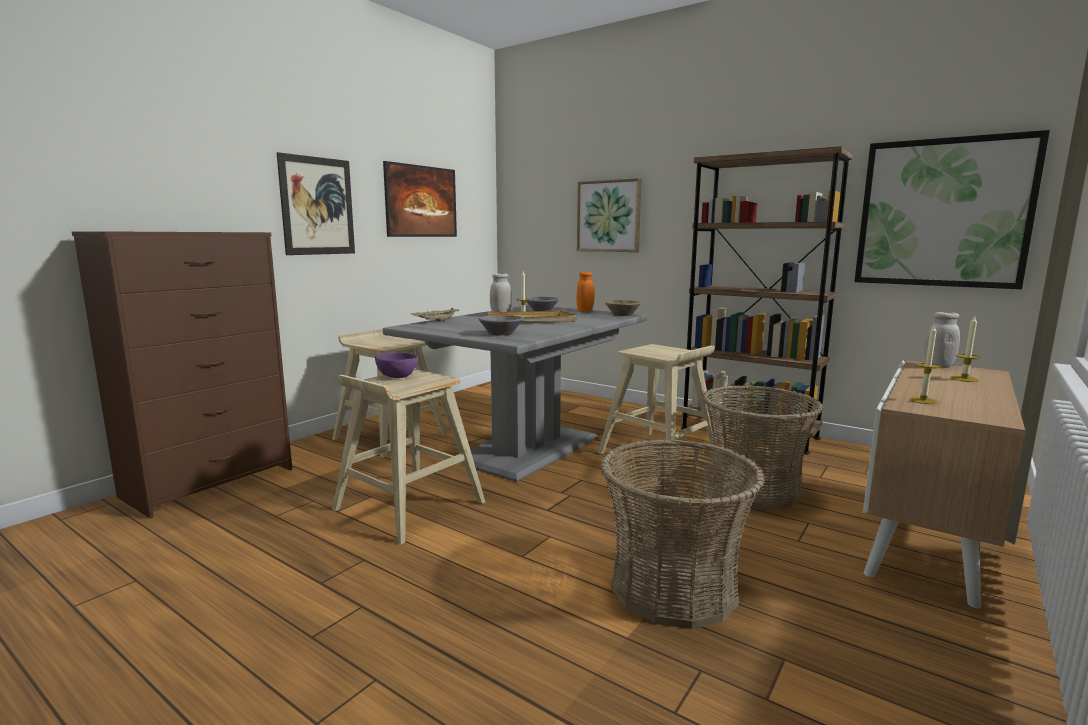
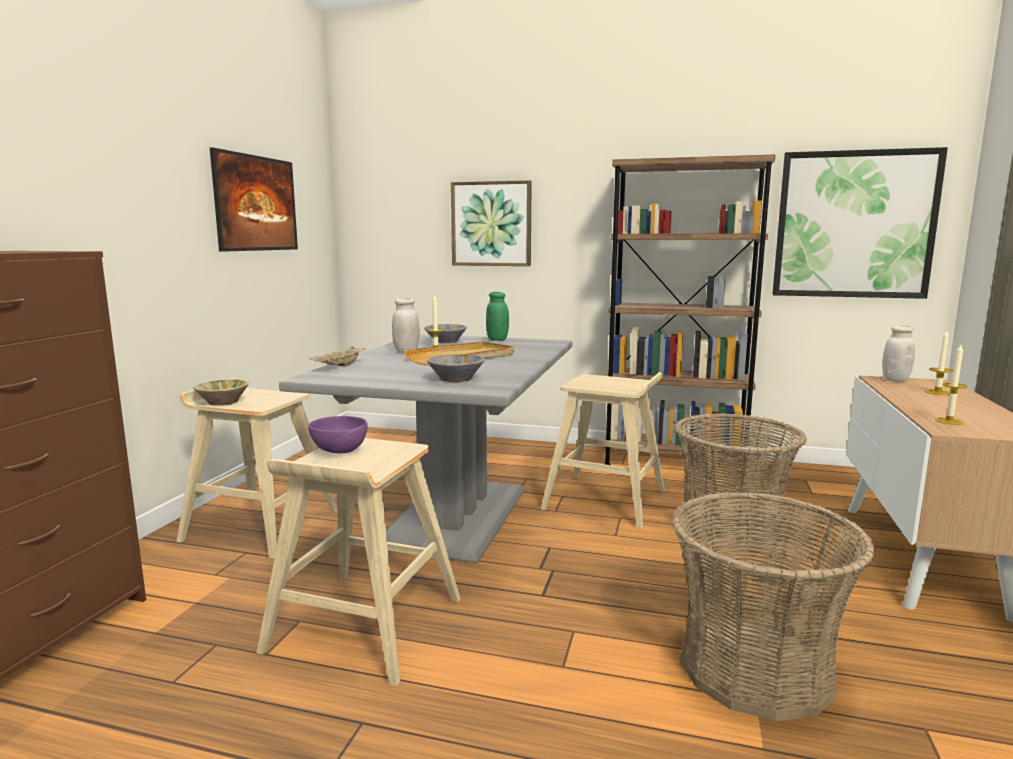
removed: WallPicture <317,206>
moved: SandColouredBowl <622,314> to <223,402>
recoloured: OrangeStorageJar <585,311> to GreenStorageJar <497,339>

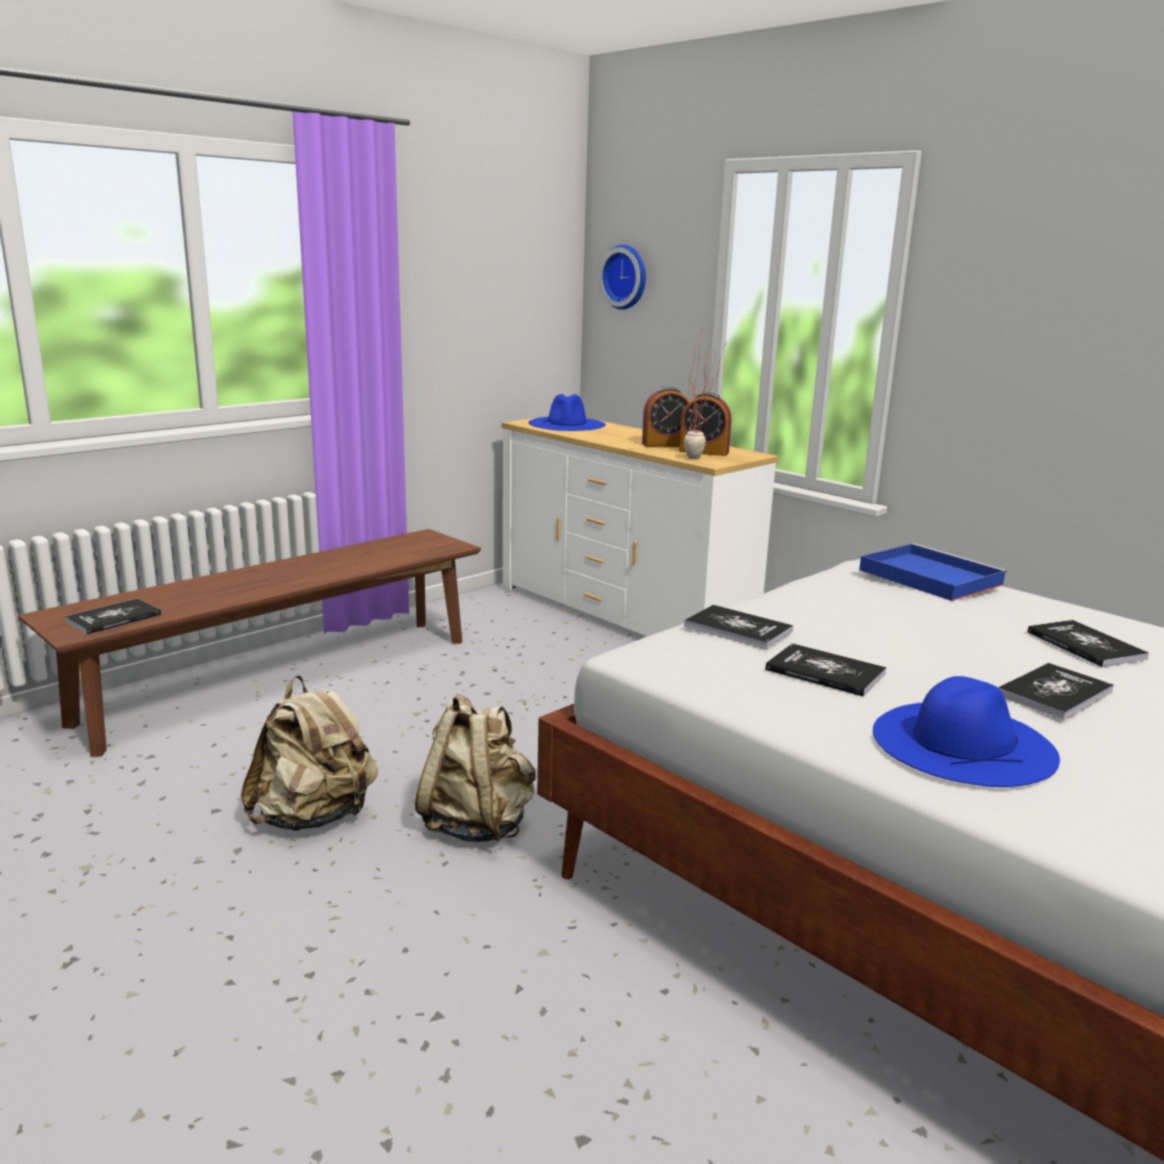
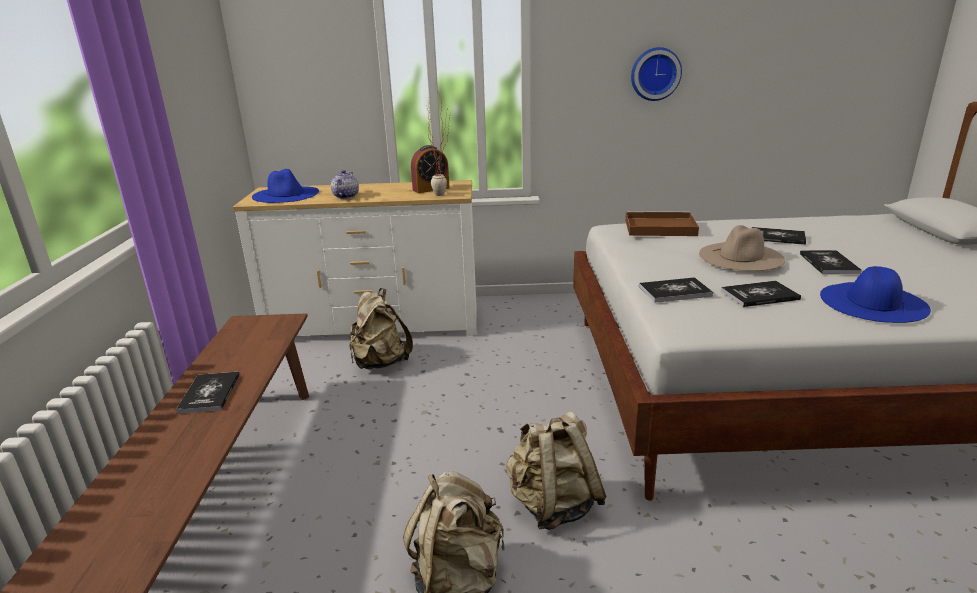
removed: AlarmClock <666,444>
added: PotForTea <345,196>; SandColouredRucksack <380,363>; SandColouredHat <741,256>
moved: Book <113,618> to <210,393>; WallClock <626,277> to <655,74>
recoloured: BluishServingTray <927,576> to BrownishServingTray <658,227>

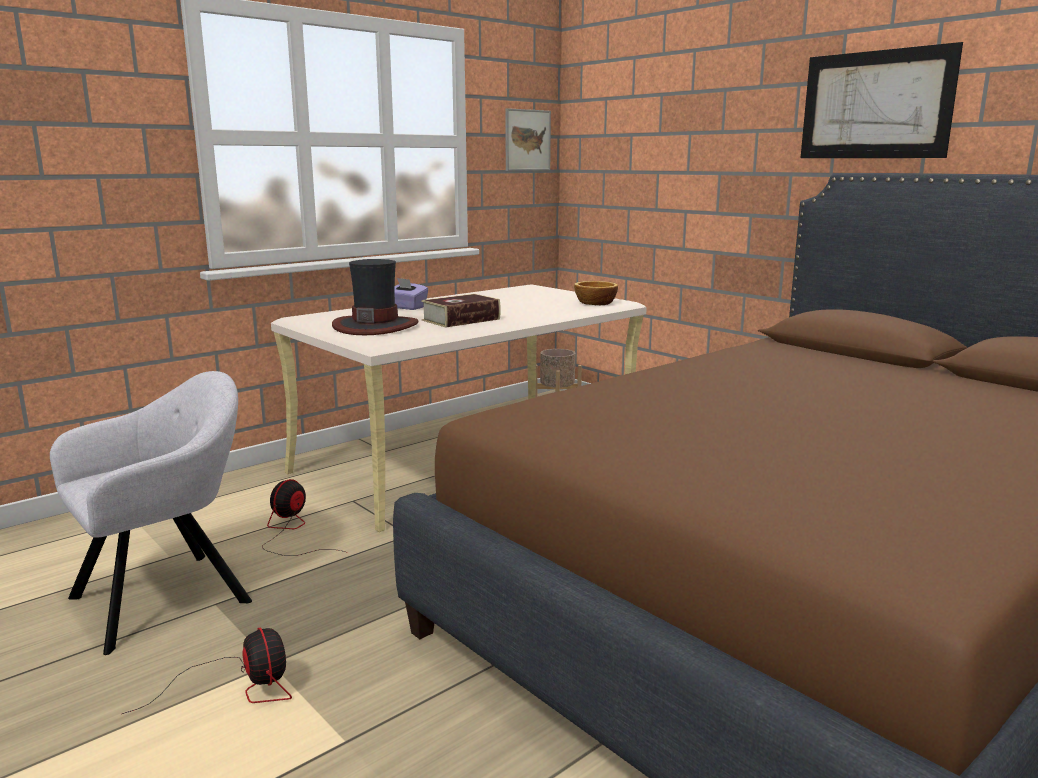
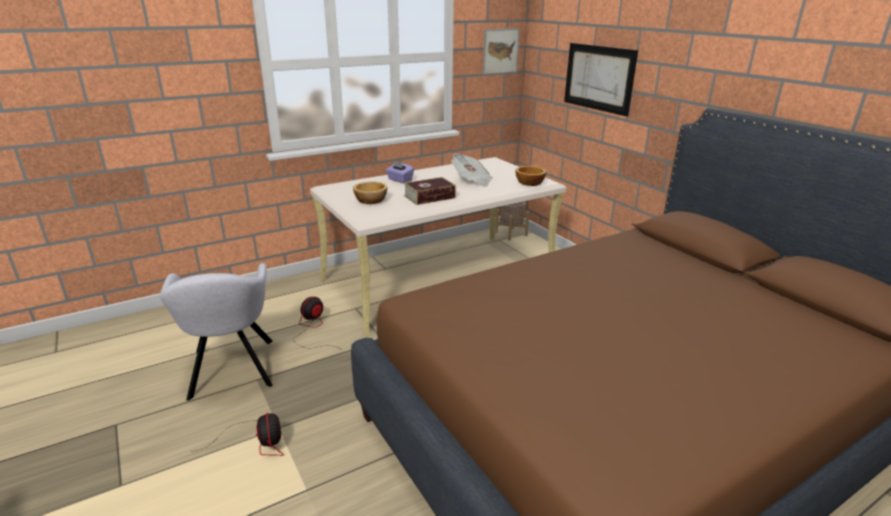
added: Newspaper <472,181>
moved: WallPicture <875,105> to <598,78>
replaced: Hat <375,326> to Bowl <371,200>
turned: GreyArmchair <168,596> = <232,371> 105 degrees clockwise

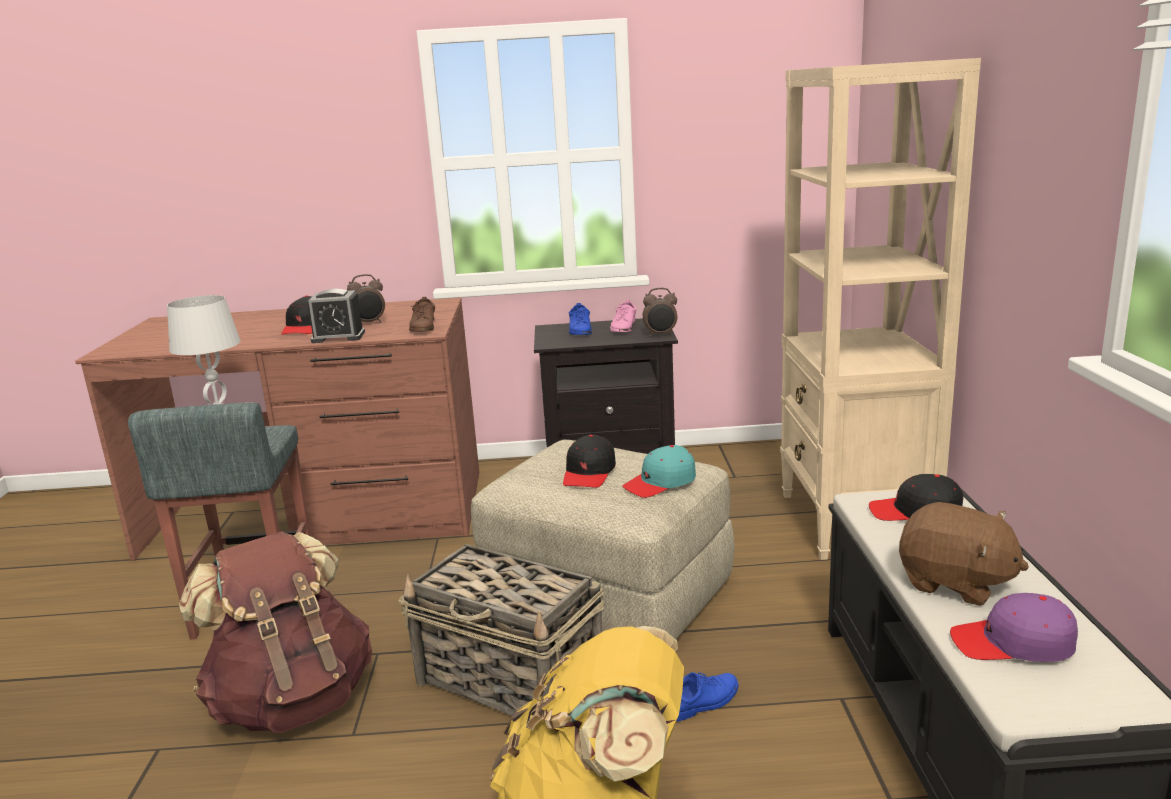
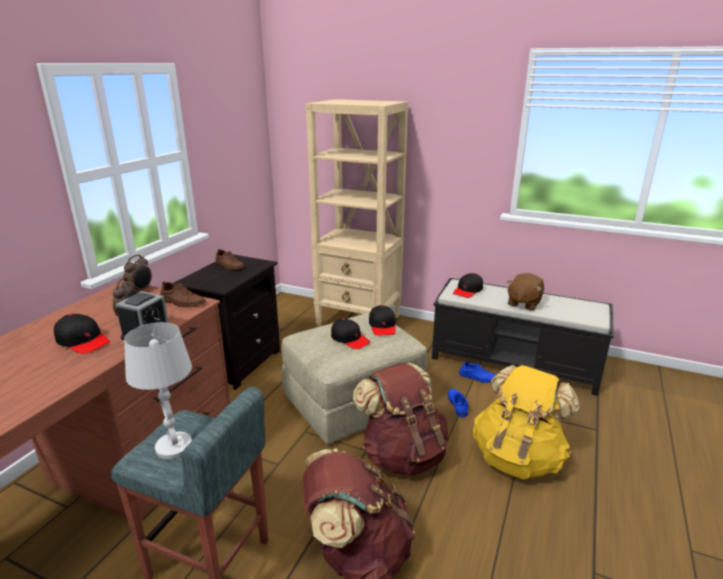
removed: PurplishBaseballCap <1013,644>
moved: BluishLowShoe <580,330> to <478,377>; AlarmClock <660,335> to <141,290>
replaced: HouseholdBasket <511,680> to BrownishRucksack <402,454>
recoloured: PinkishLowShoe <623,327> to BrownishLowShoe <229,265>; BlueGreenBaseballCap <660,483> to BlackishBaseballCap <382,326>
turned: BrownishPlushToy <955,583> = <523,303> 150 degrees clockwise

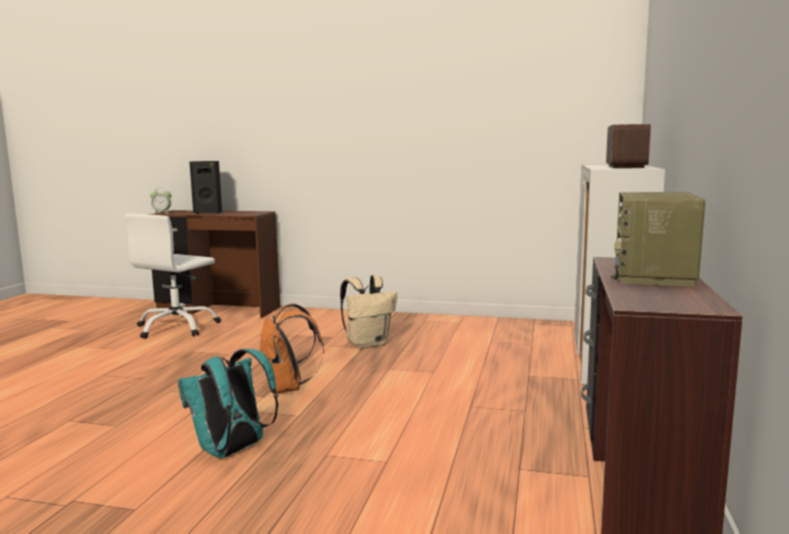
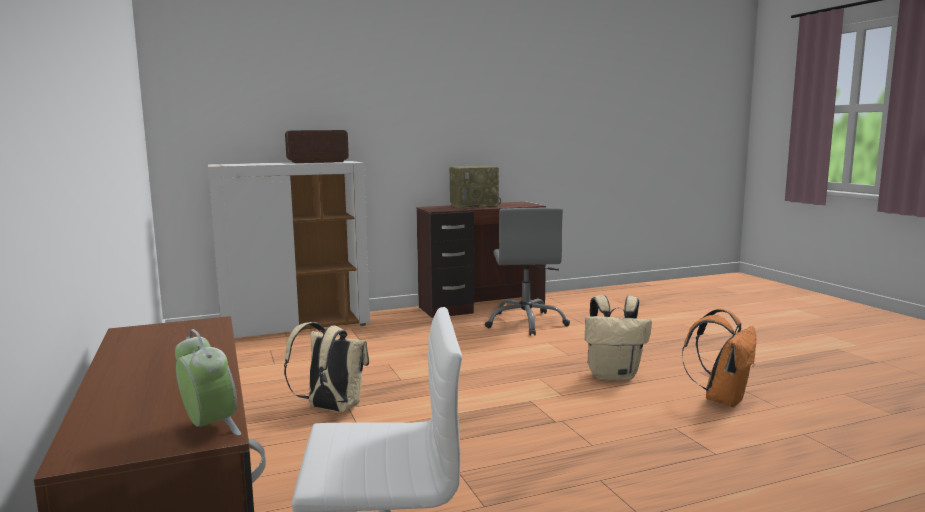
removed: BlackishSpeaker <209,212>
added: GreyComputerChair <526,323>
moved: OrangeRucksack <287,388> to <722,399>
recoloured: BlueGreenRucksack <232,451> to SandColouredRucksack <614,376>

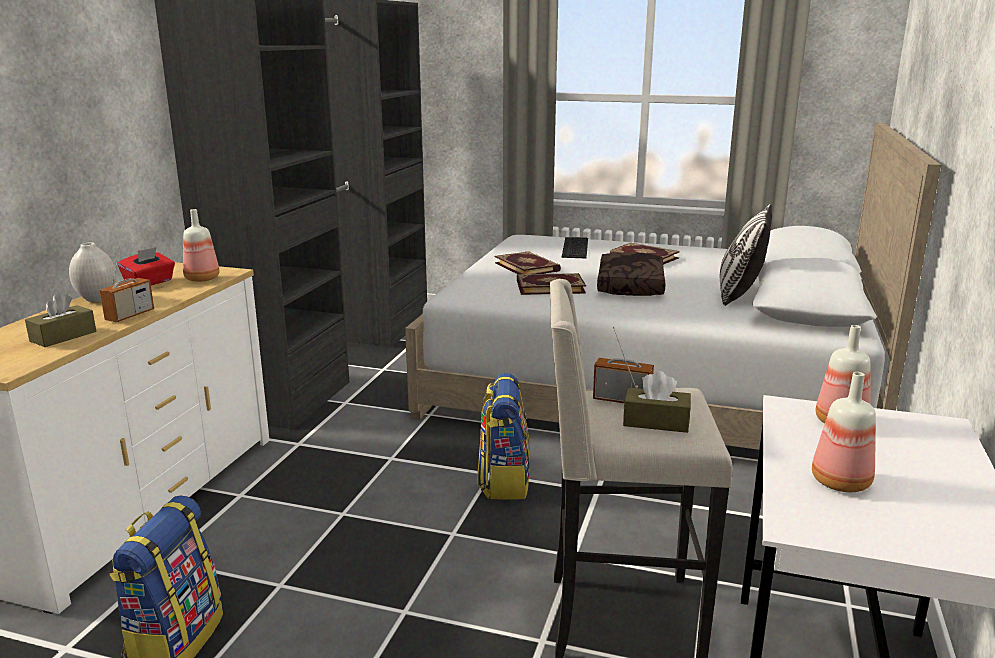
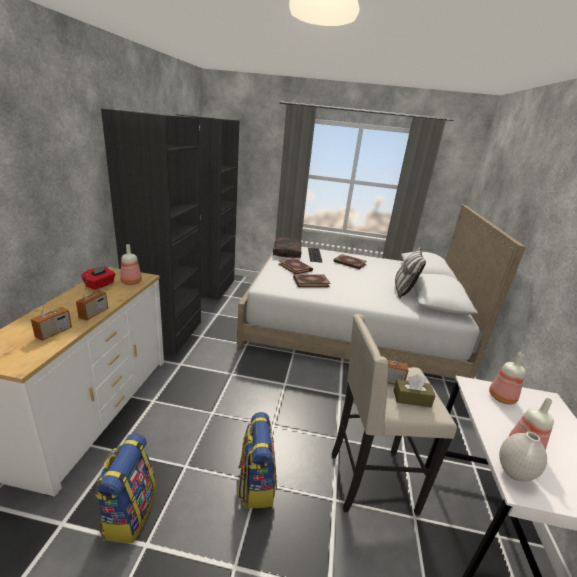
moved: WhiteColouredFlowerVase <98,299> to <513,473>; Rucksack <503,481> to <256,484>; BrownishThrowPillow <632,286> to <287,252>
replaced: BrownishTissueBox <63,336> to Radio <54,333>

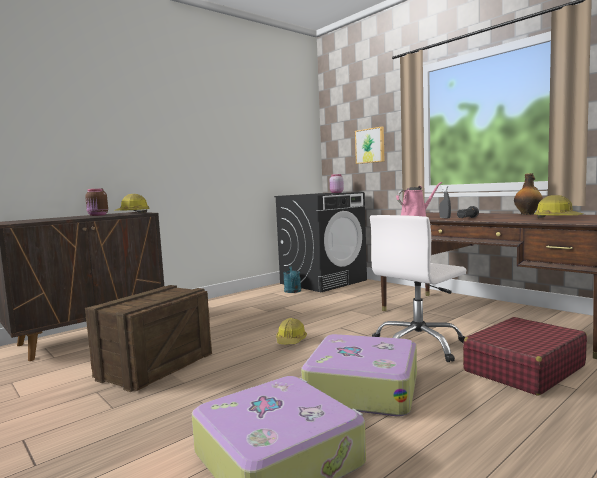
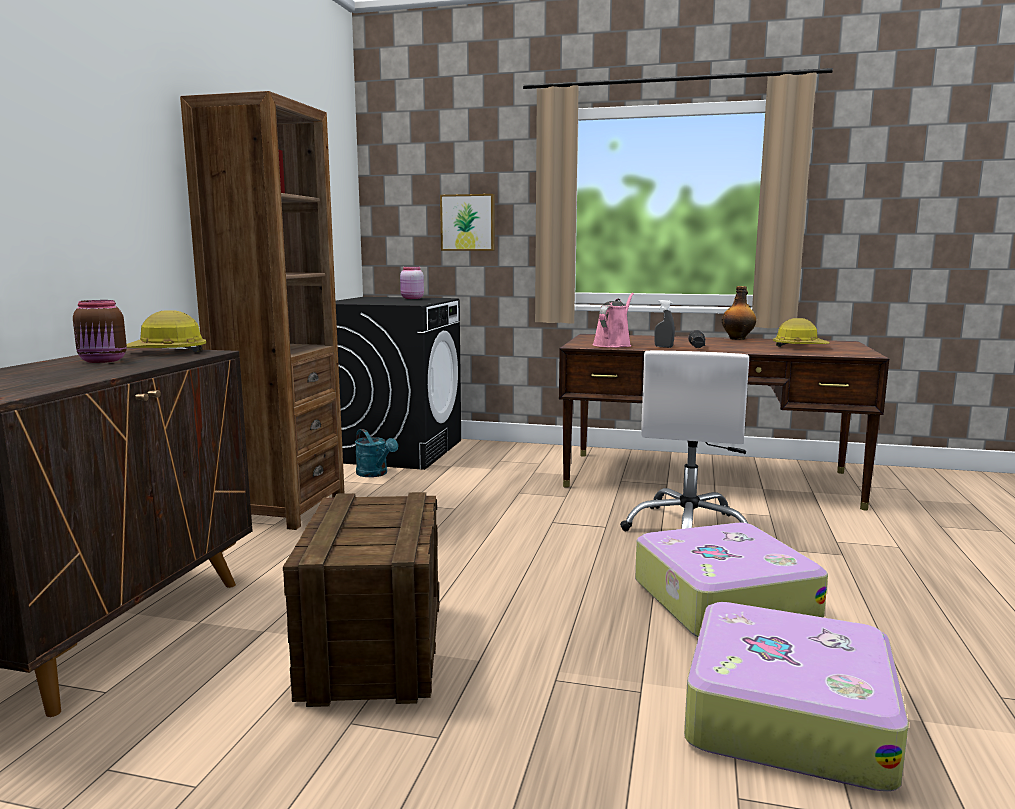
removed: SafetyHelmet <291,341>; ReddishPieceOfLuggage <523,369>
added: BrownishBookcase <283,508>

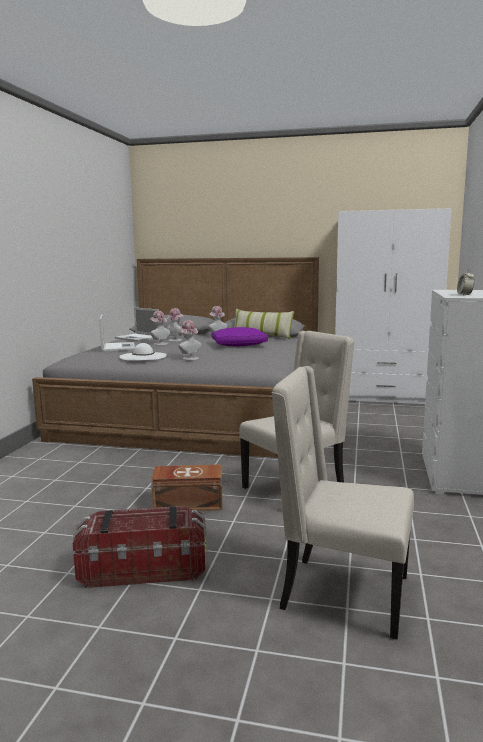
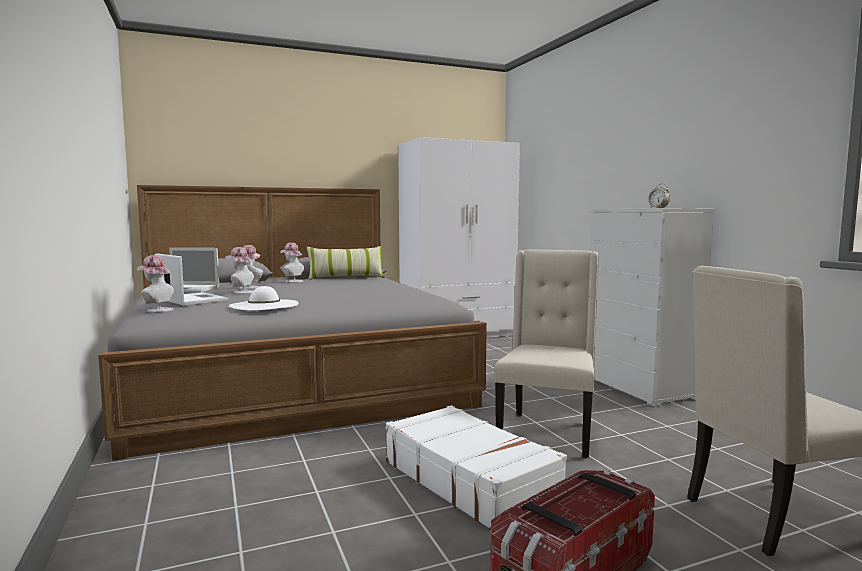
removed: PurplishThrowPillow <239,345>
moved: Hat <189,358> to <156,310>
replaced: BrownishStorageBin <187,502> to WhiteColouredPieceOfLuggage <470,480>

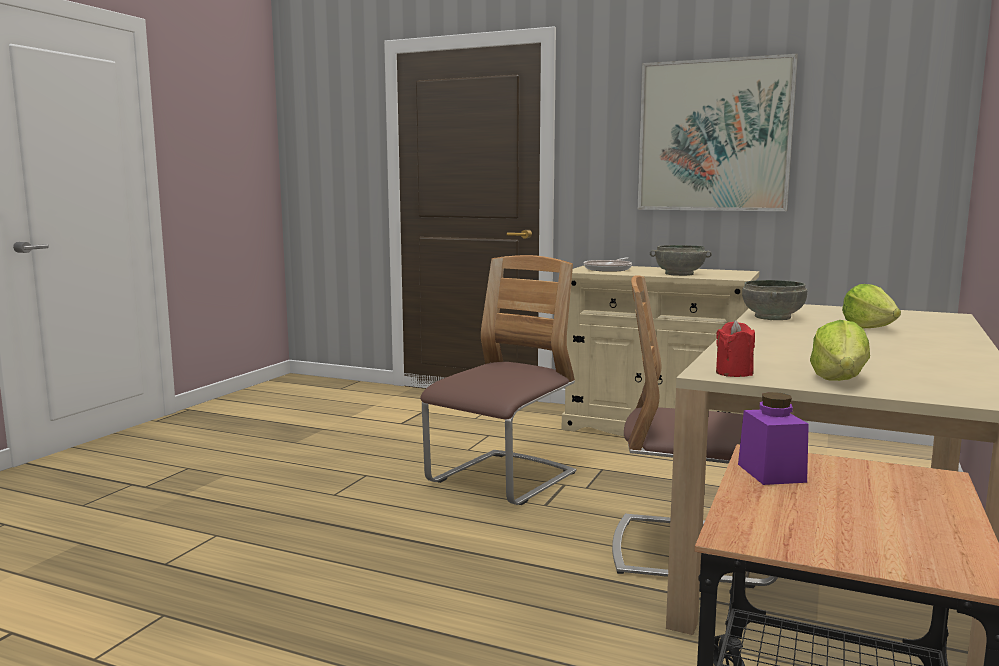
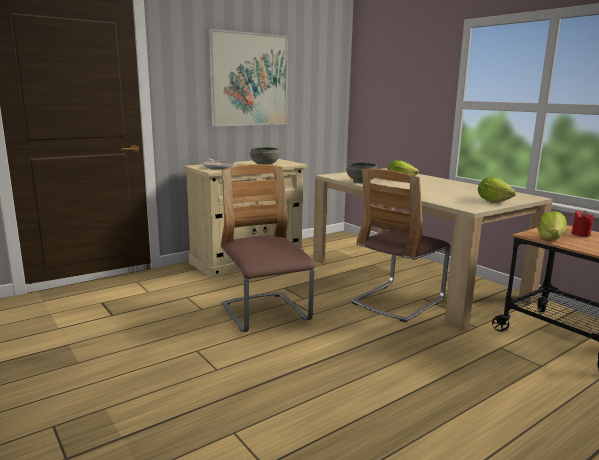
moved: ReddishWaxLight <734,373> to <580,234>
replaced: PurplishStorageJar <771,473> to Lettuce <551,239>

